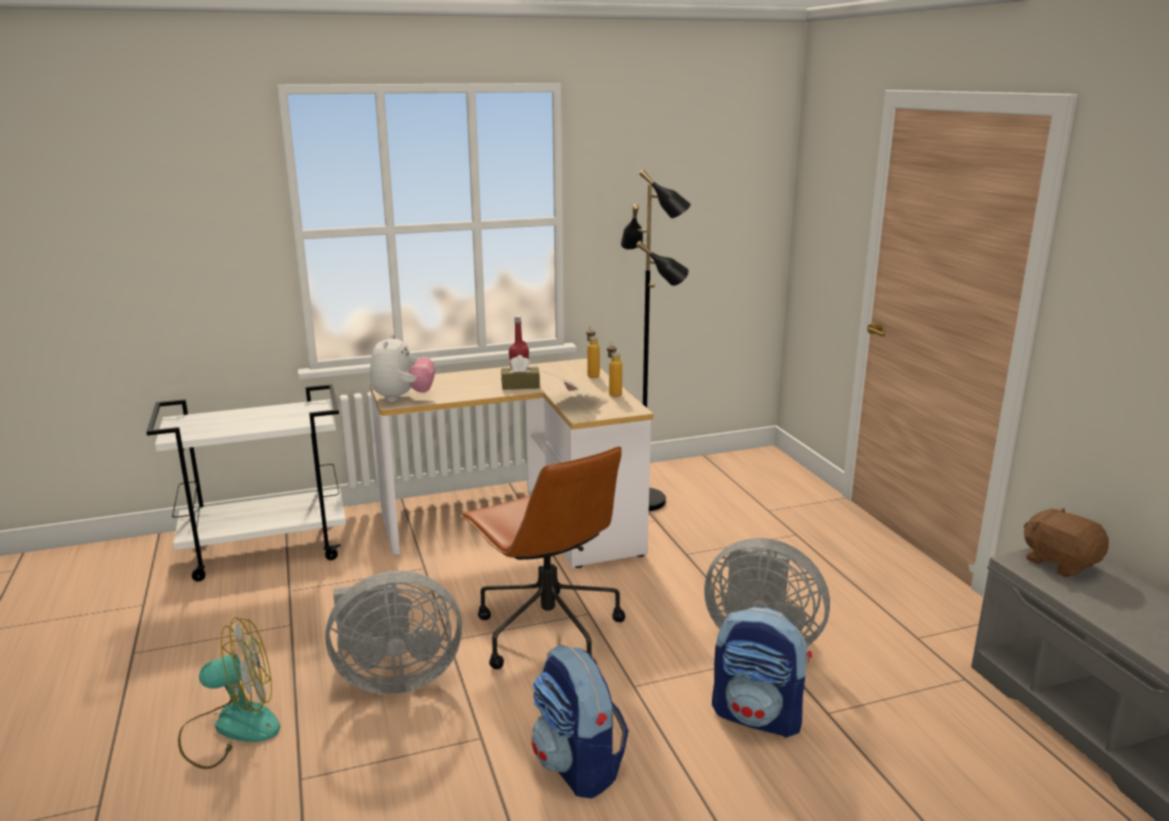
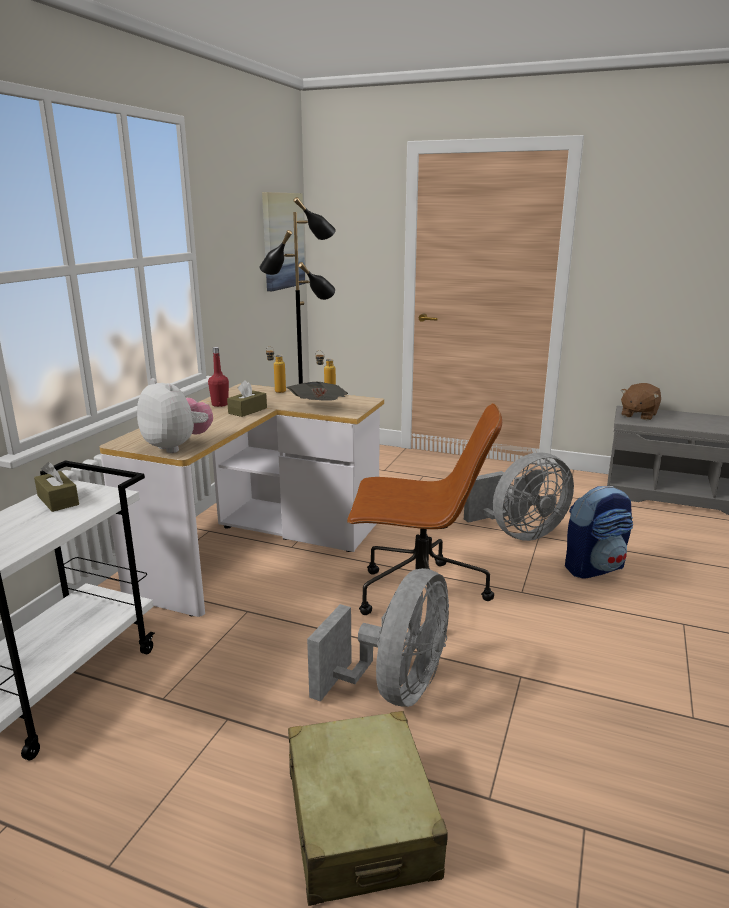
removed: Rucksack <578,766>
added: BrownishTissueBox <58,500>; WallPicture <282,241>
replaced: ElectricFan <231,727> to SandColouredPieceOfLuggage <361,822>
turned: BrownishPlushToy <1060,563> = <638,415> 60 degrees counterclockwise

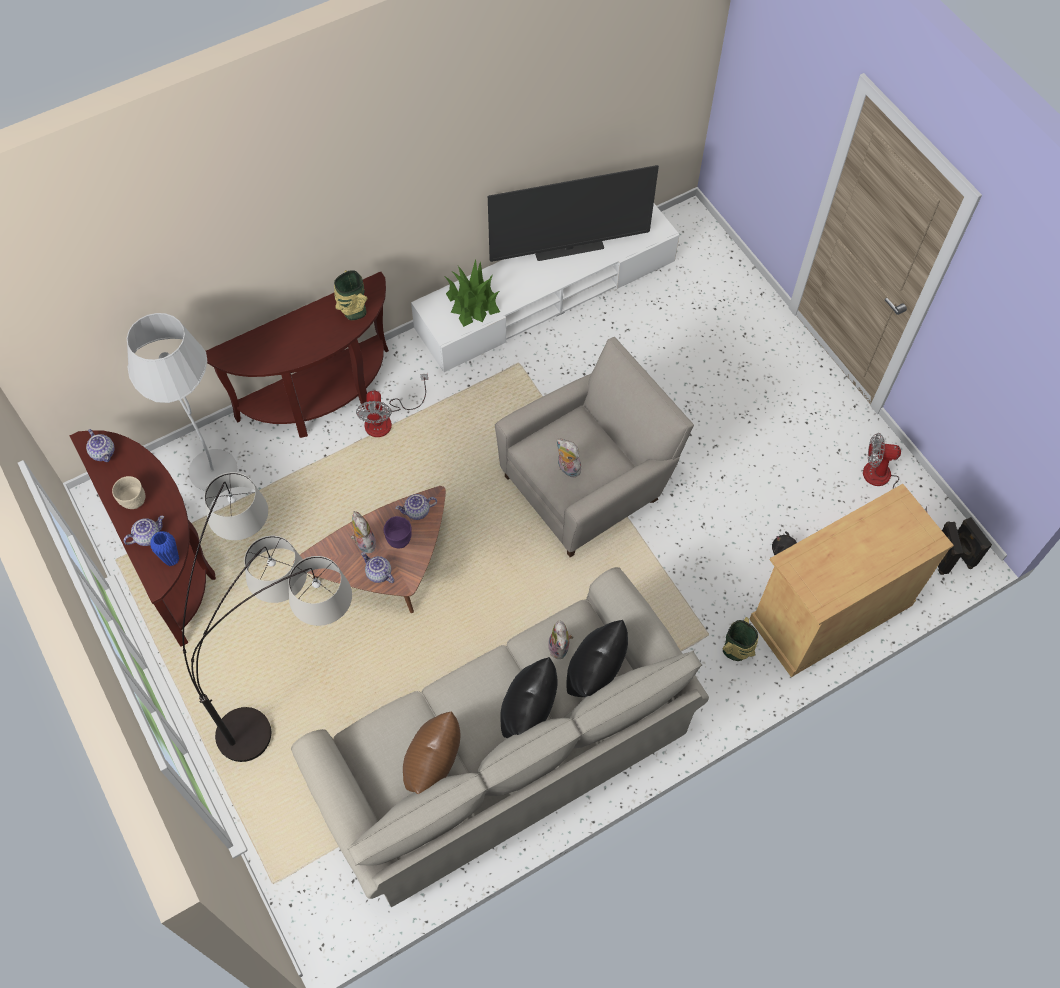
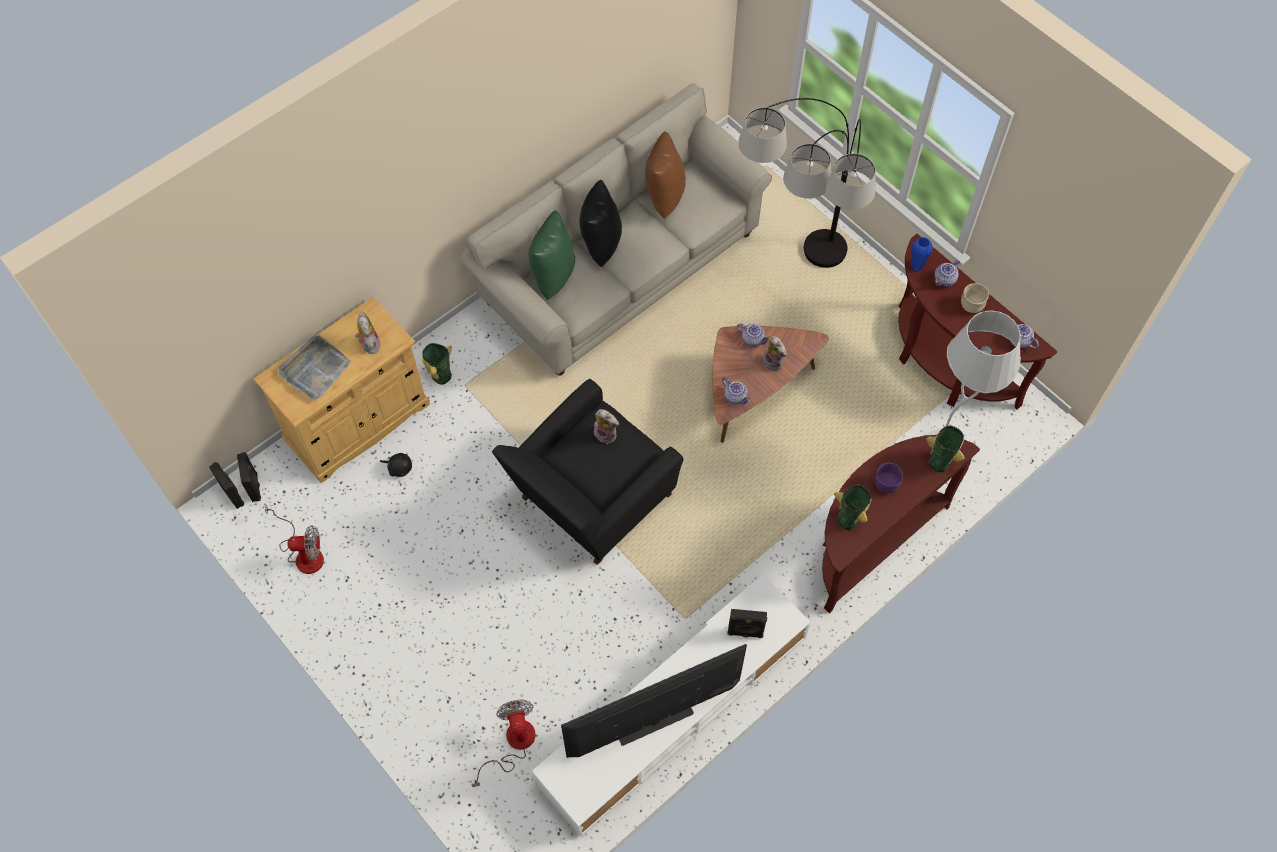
added: GreyServingTray <315,369>; FlowerVase <940,460>
moved: ElectricFan <386,419> to <513,744>; PurplishBowl <399,538> to <885,485>; PlushToy <560,648> to <369,344>
replaced: PottedPlant <472,302> to BlackishSpeaker <745,633>
recoloured: SandColouredArmchair <588,483> to BlackishArmchair <590,501>; BlackishThrowPillow <596,676> to GreenThrowPillow <552,275>
turned: PotForTea <417,512> = <736,396> 75 degrees clockwise

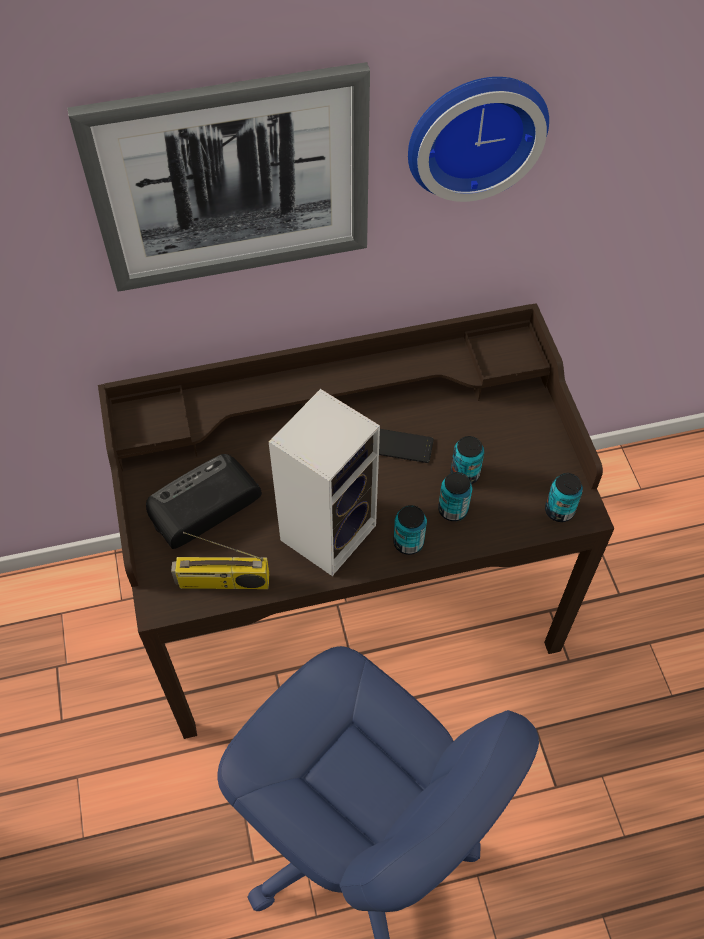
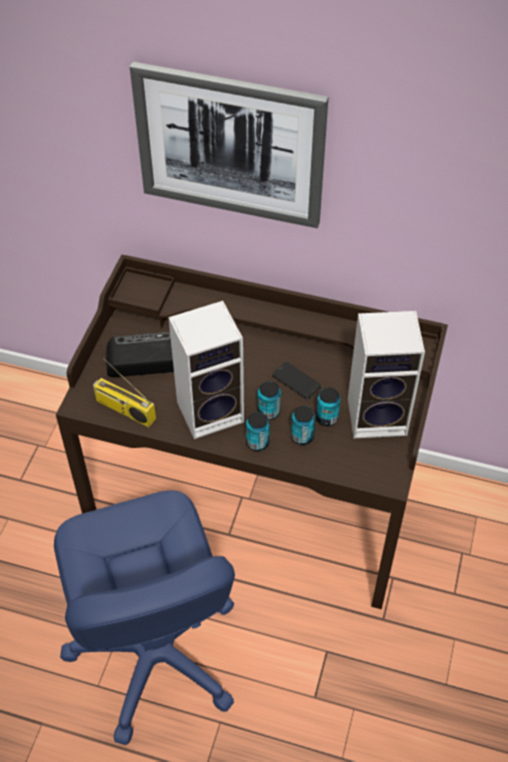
removed: WallClock <474,132>
added: Speaker <379,415>
moved: Can <559,510> to <268,412>

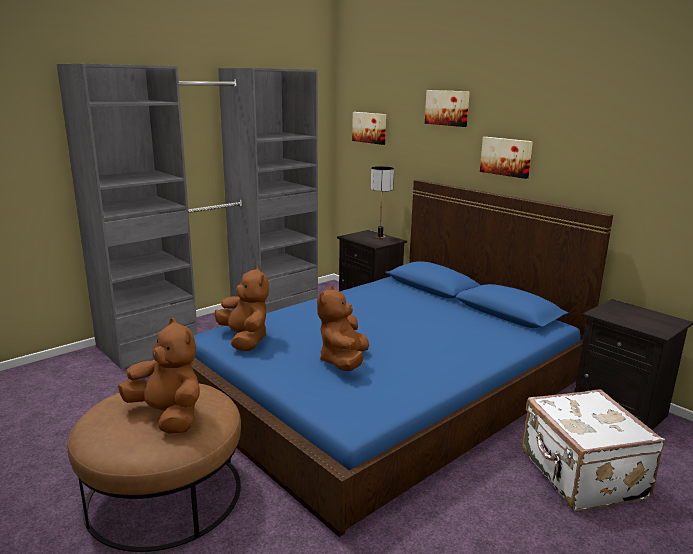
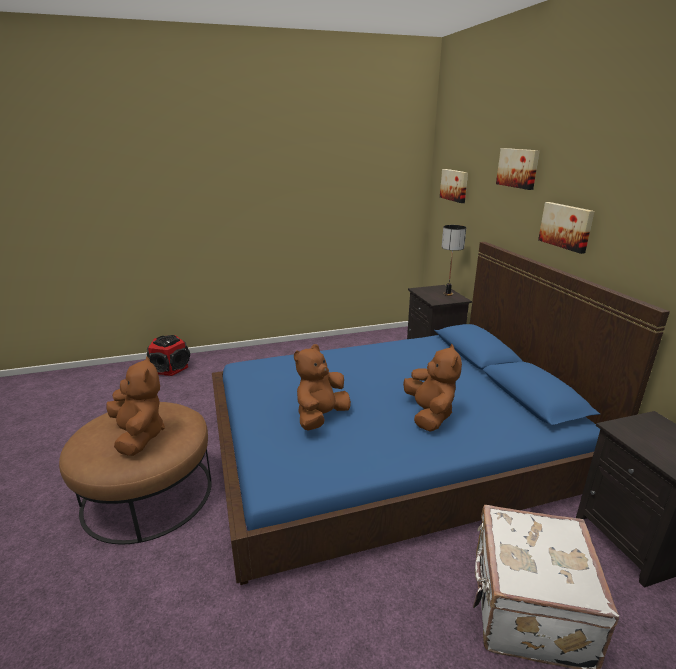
removed: GreyWardrobe <217,325>
added: Speaker <170,368>
moved: BrownishPlushToy <245,340> to <429,415>

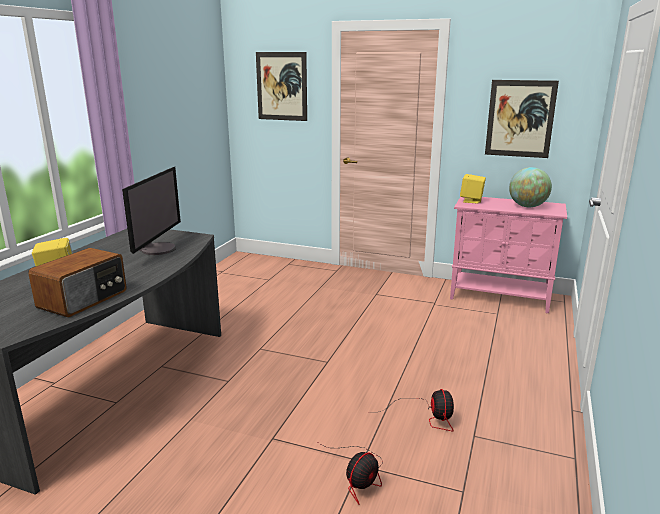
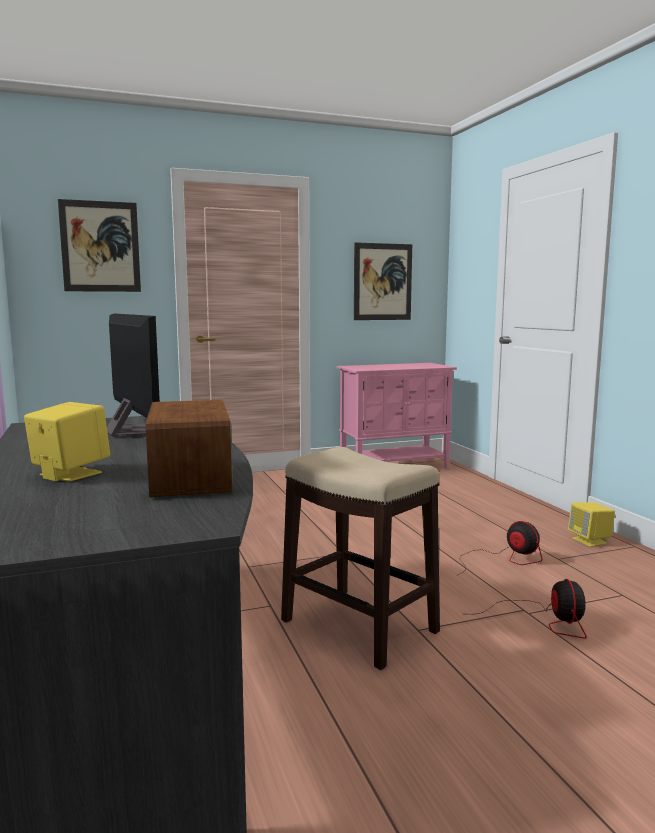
removed: Globe <527,206>
added: Stool <360,626>
moved: YellowishSpeaker <471,201> to <590,541>

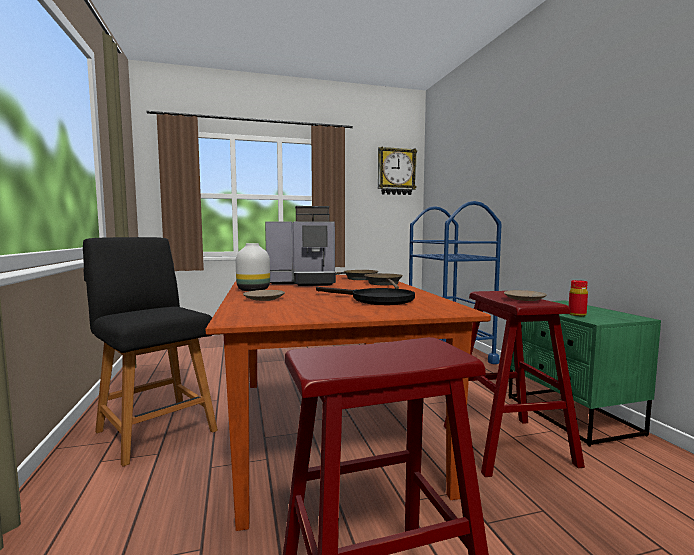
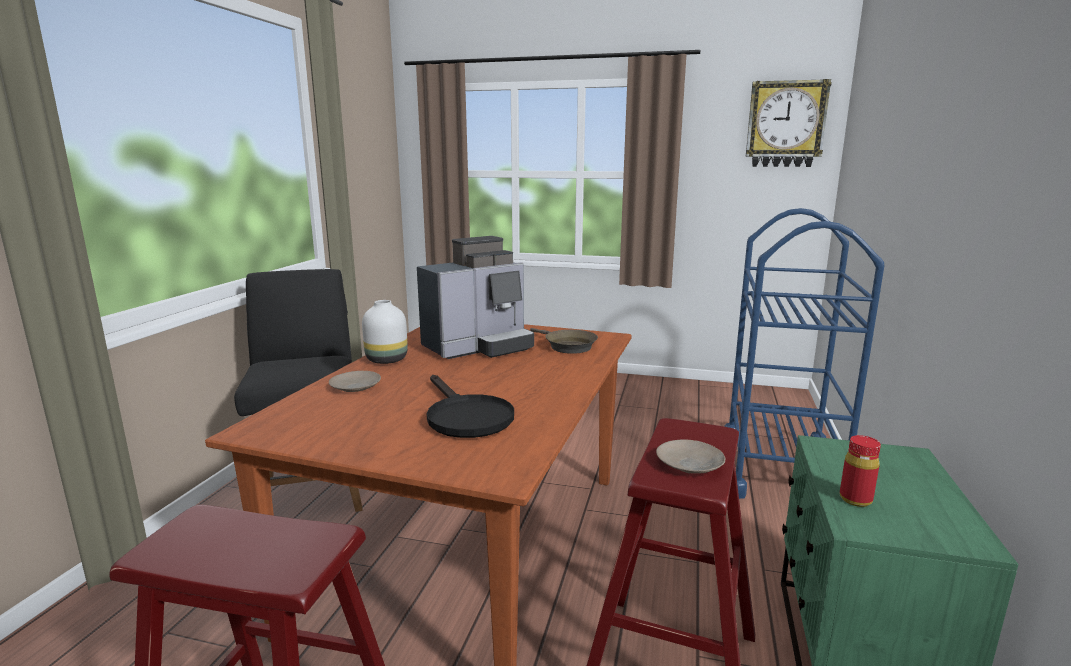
removed: BrownishPan <384,284>
turned: CoffeeMaker <304,282> = <479,347> 60 degrees counterclockwise

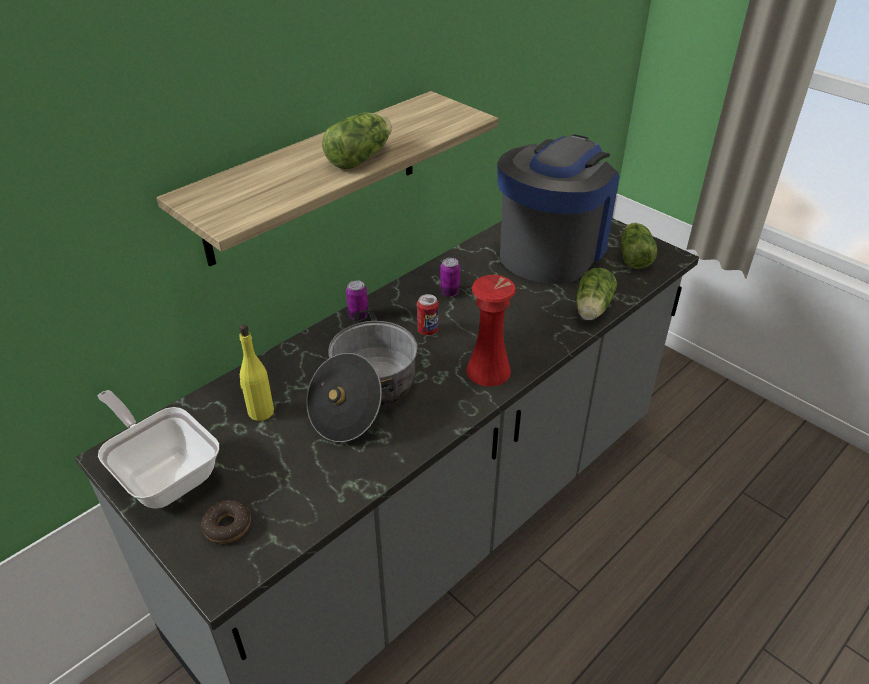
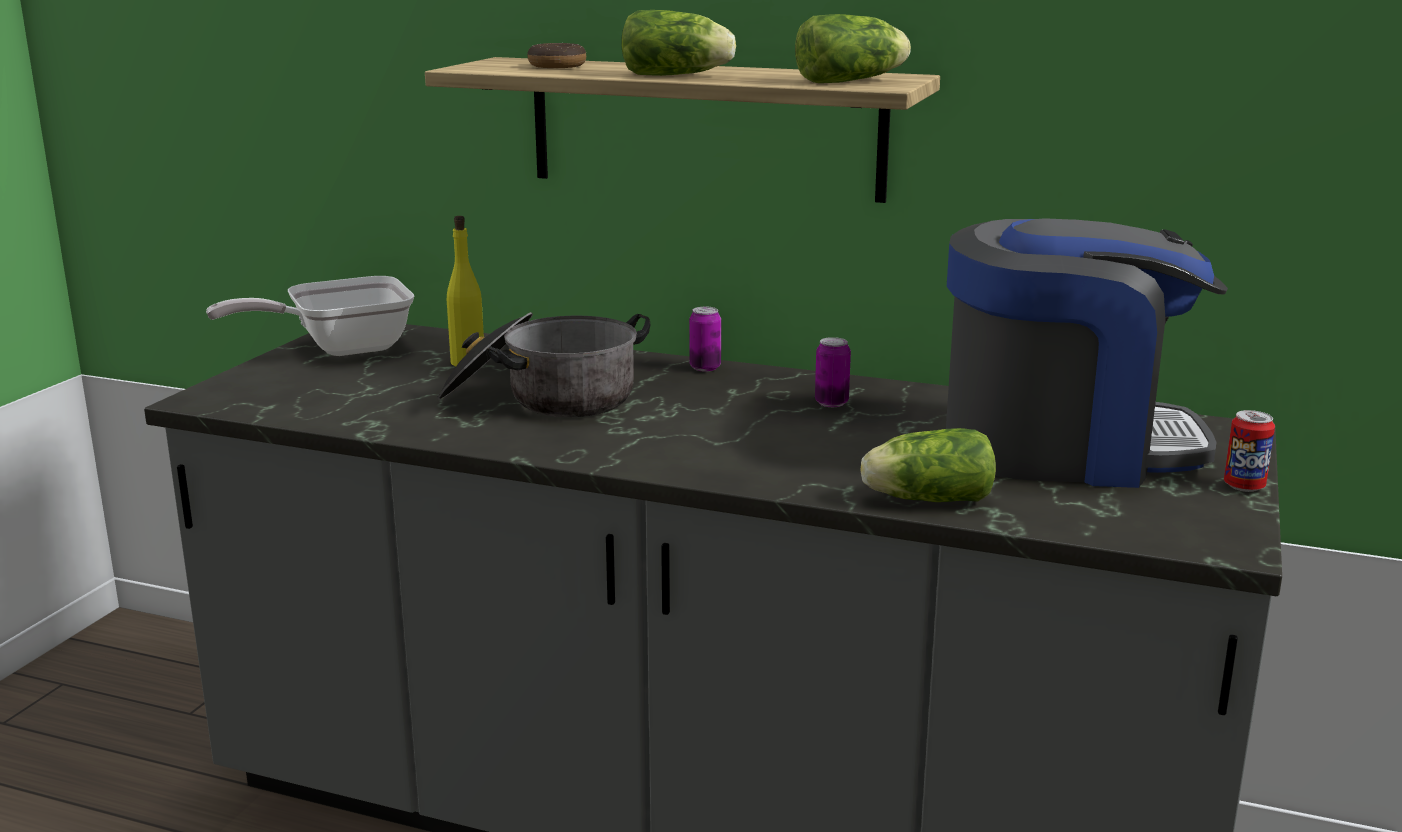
removed: ReddishFlowerVase <488,371>
moved: Doughnut <227,526> to <557,66>; Can <427,330> to <1244,486>; Lettuce <634,256> to <853,81>
turned: Pan <164,474> = <339,348> 135 degrees counterclockwise

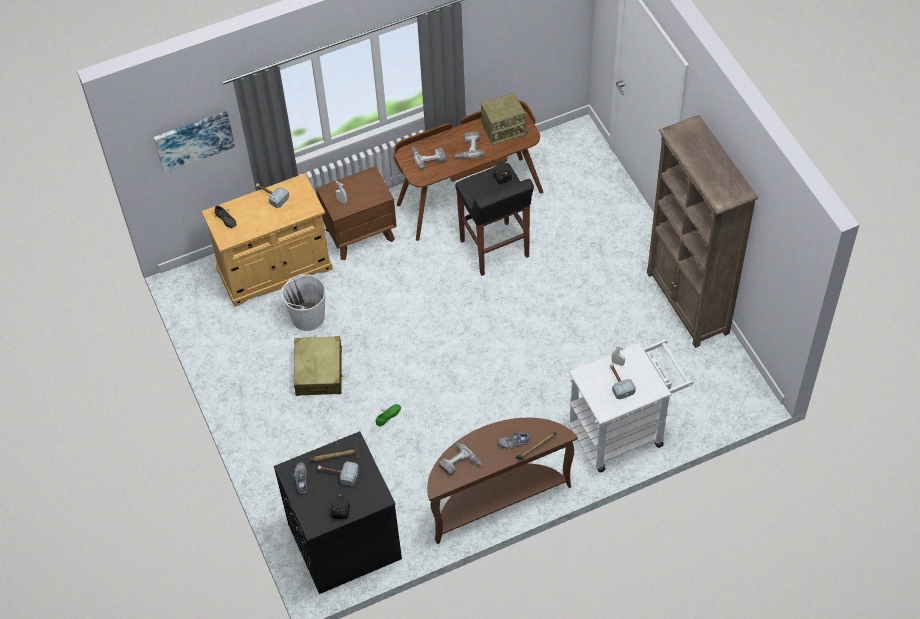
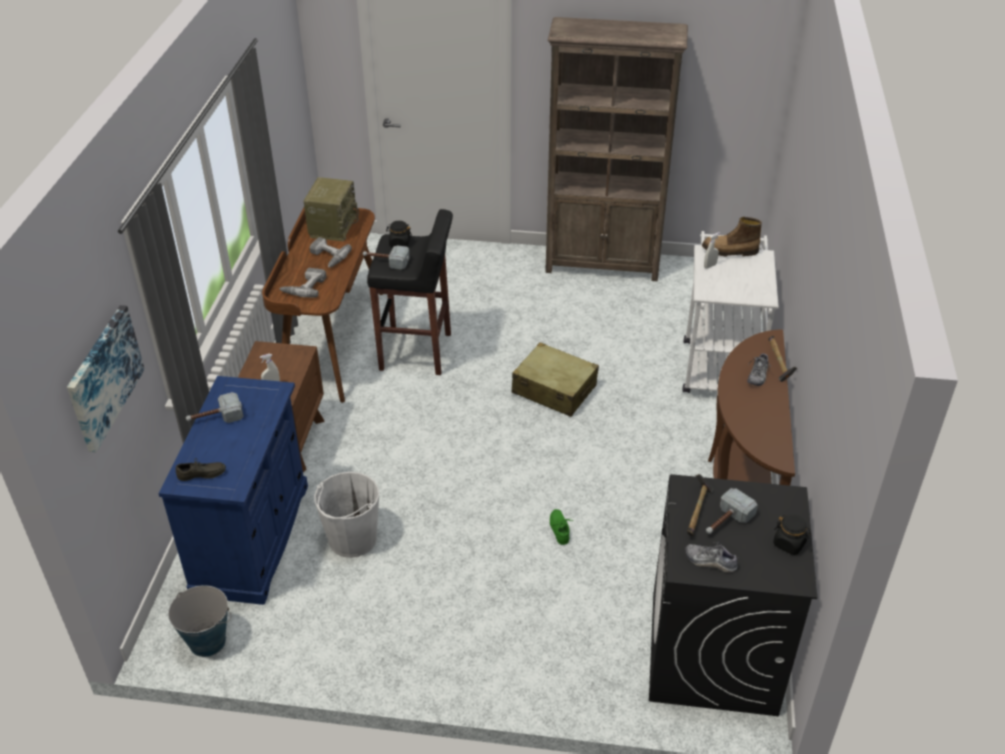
removed: PowerDrill <460,465>
added: WaterBucket <207,641>; TallBoot <730,251>
moved: SandColouredPieceOfLuggage <319,371> to <554,389>; HandHammer <618,382> to <385,261>
recoloured: SandColouredStorageCabinet <275,270> to BluishStorageCabinet <252,538>

